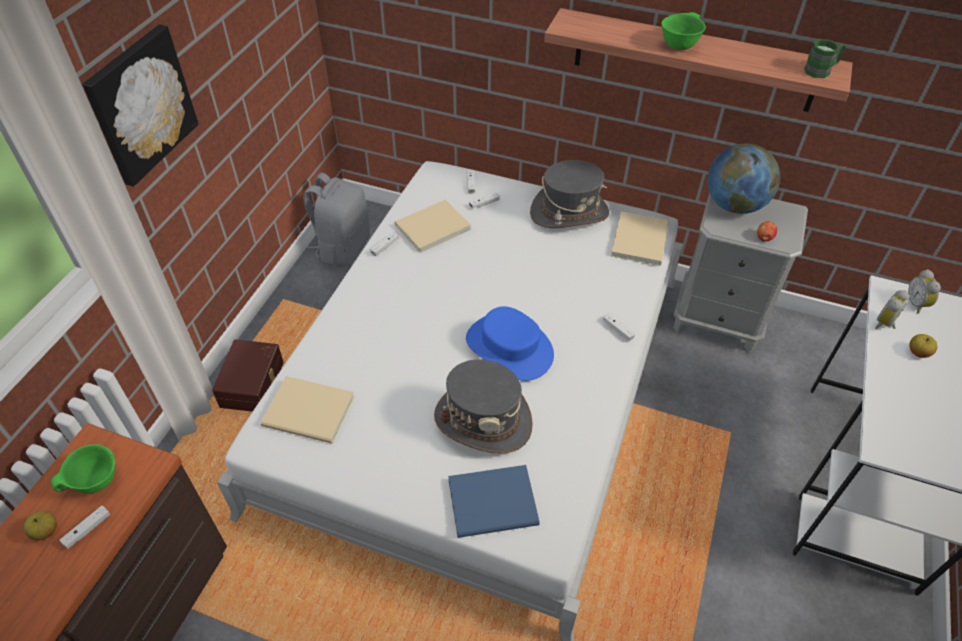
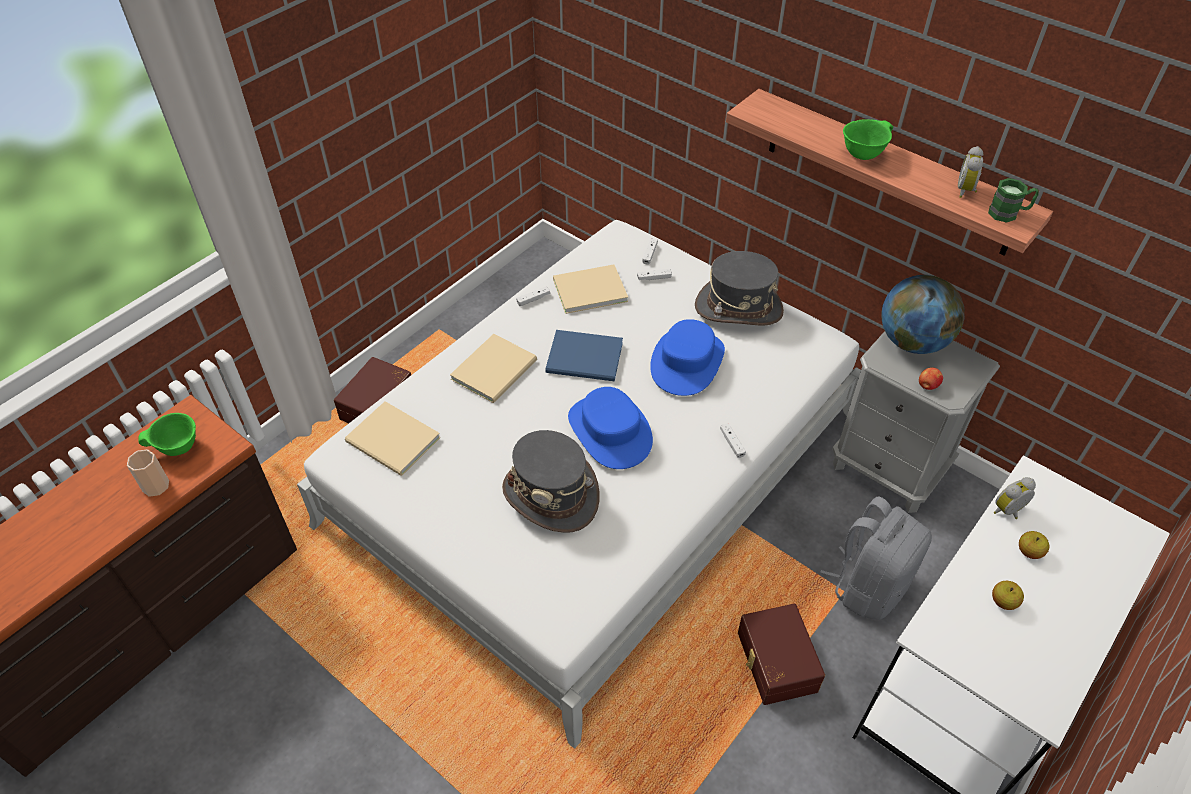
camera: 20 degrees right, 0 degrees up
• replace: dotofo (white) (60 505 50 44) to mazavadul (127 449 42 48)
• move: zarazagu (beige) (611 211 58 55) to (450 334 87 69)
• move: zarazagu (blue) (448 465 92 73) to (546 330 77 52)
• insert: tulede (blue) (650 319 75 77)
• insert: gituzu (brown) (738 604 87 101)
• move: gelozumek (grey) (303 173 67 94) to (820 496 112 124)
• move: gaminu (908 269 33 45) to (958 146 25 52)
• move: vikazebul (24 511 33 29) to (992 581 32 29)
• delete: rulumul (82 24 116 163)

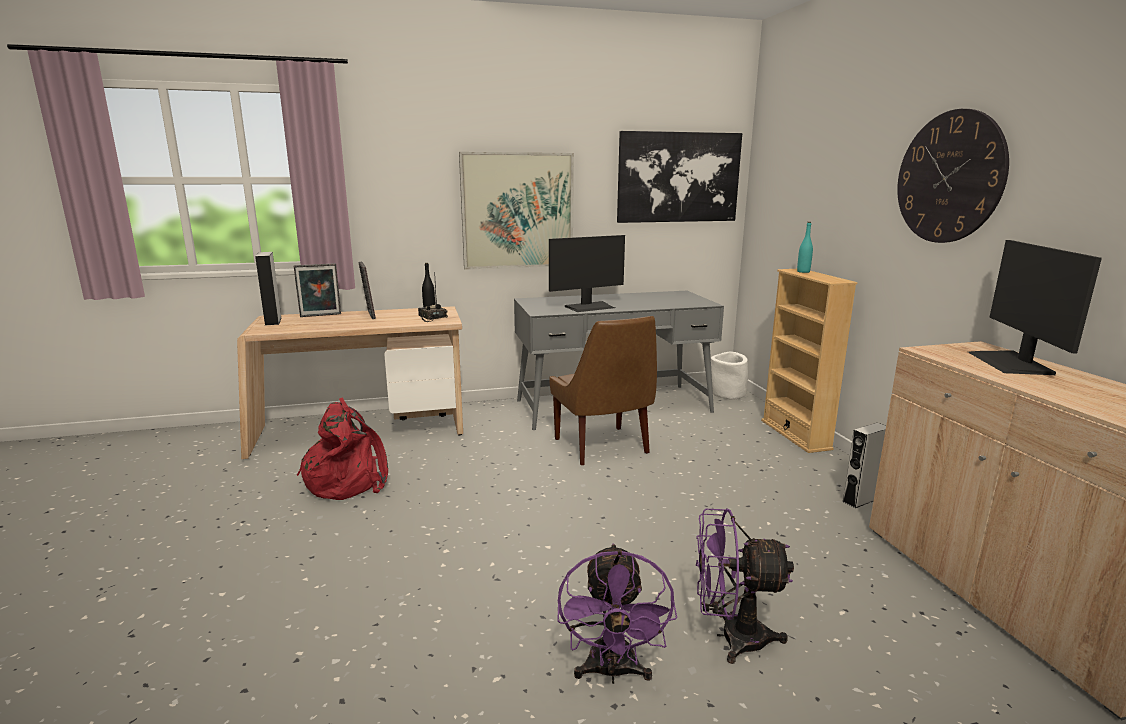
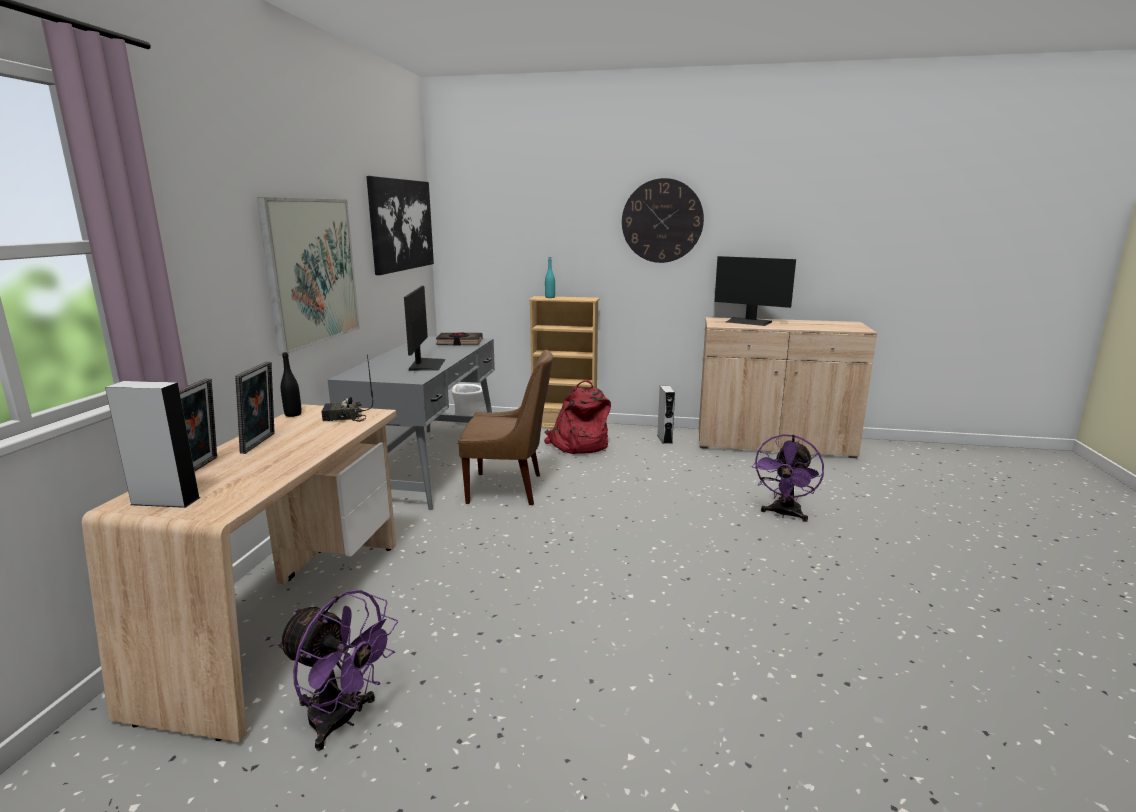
camera: 65 degrees left, 0 degrees up
• rotate: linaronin (358 262 18 57) = (235 361 40 93) 90 degrees counterclockwise
• move: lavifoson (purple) (557 543 120 141) to (277 590 121 161)
• insert: zarazagu (black) (436 332 47 14)
• move: gelozumek (red) (297 398 91 102) to (544 380 67 74)

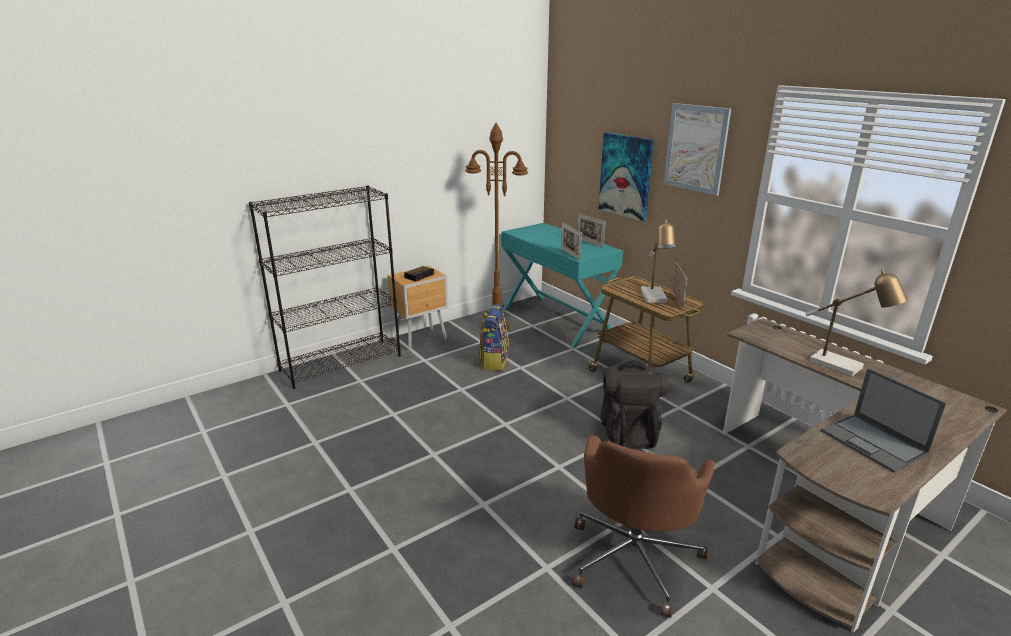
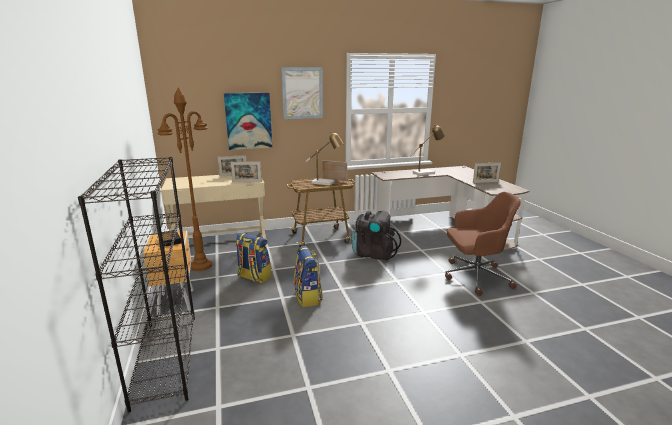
camera: 70 degrees left, 5 degrees down
• recolor: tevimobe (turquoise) (502 223 121 125) to tevimobe (beige) (161 175 106 73)
• insert: gelozumek (294 246 29 61)
• rotate: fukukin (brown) (573 435 142 183) = (445 192 76 104) 45 degrees counterclockwise
• replace: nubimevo (821 368 125 104) to linaronin (473 162 28 21)

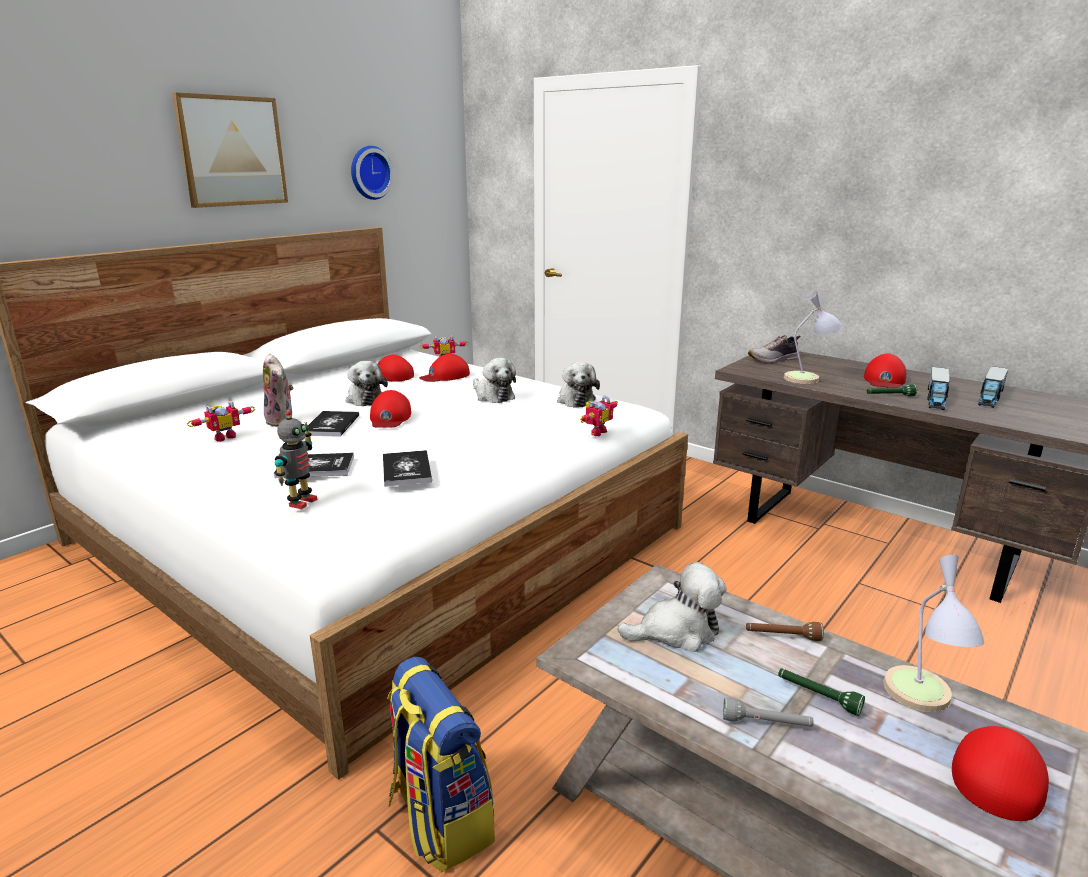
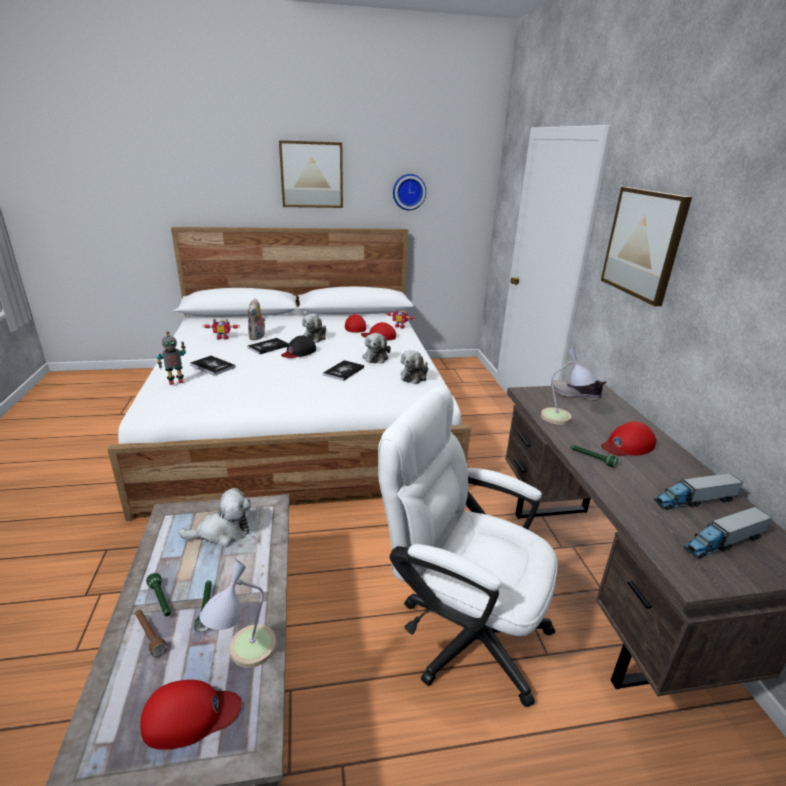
camera: 40 degrees right, 5 degrees up
• move: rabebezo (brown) (746 622 78 19) to (135 610 32 47)
• recolor: rabebezo (grey) (723 698 90 29) to rabebezo (green) (146 573 25 43)
• rotate: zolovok (618 562 109 90) = (178 488 73 59) 45 degrees counterclockwise
• recolor: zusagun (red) (370 390 41 38) to zusagun (black) (281 336 35 22)
• move: zarazagu (383 450 49 37) to (323 360 41 21)
• insert: fukukin (white) (378 386 180 321)
• insert: rulumul (601 187 91 119)
• move: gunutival (927 367 23 43) to (683 506 90 53)
• delete: gelozumek (387 657 108 215)
• delete: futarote (580 396 38 40)

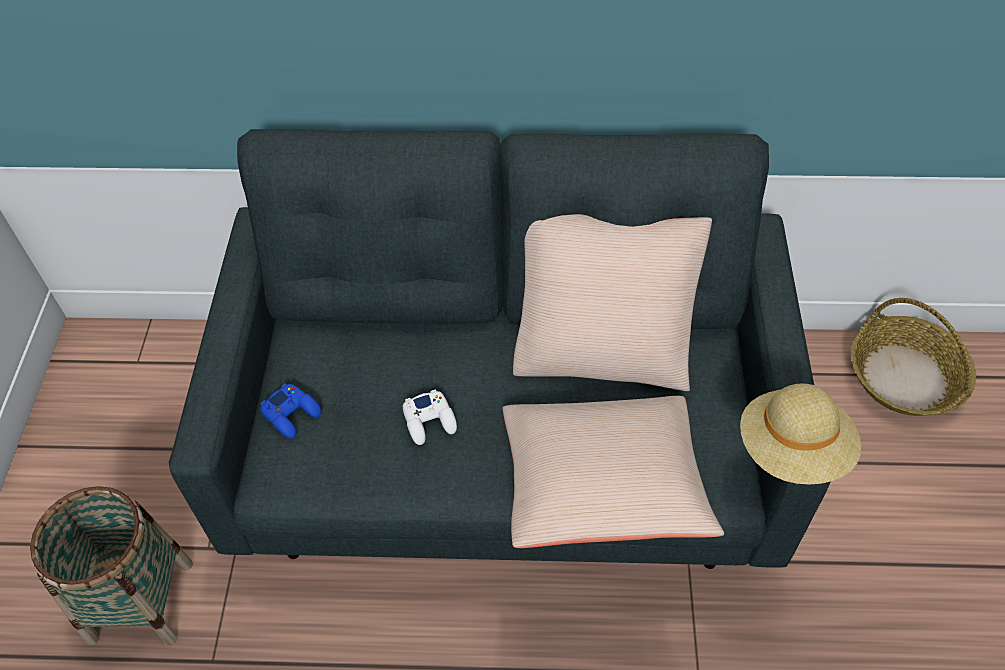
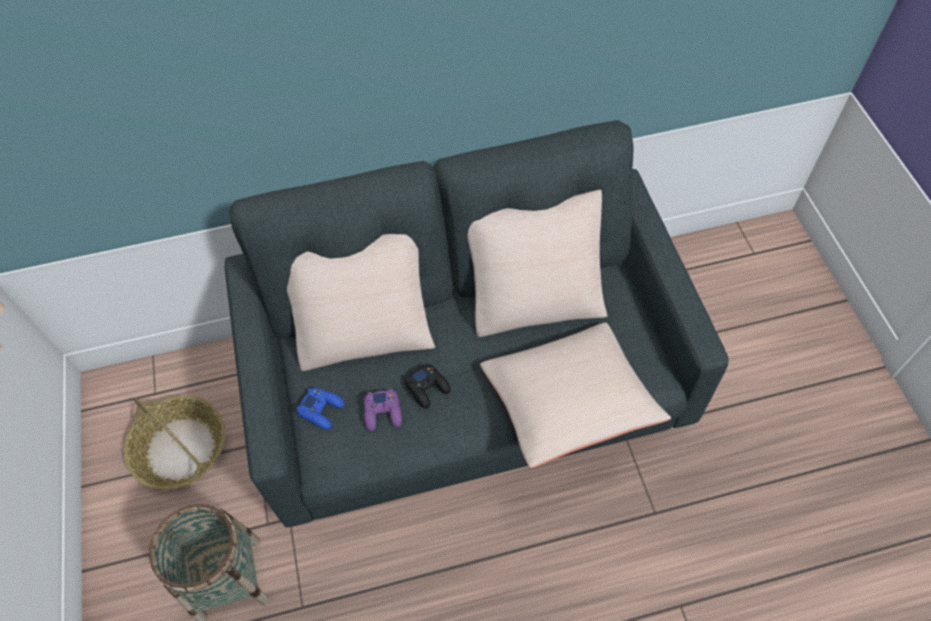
camera: 15 degrees left, 5 degrees up
• move: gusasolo (851 298 125 118) to (124 396 101 94)
• insert: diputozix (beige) (287 234 148 137)
• insert: dotofo (purple) (364 389 38 42)
• recolor: dotofo (white) (403 389 54 56) to dotofo (black) (405 363 46 45)
• delete: tulede (beige) (740 383 121 102)

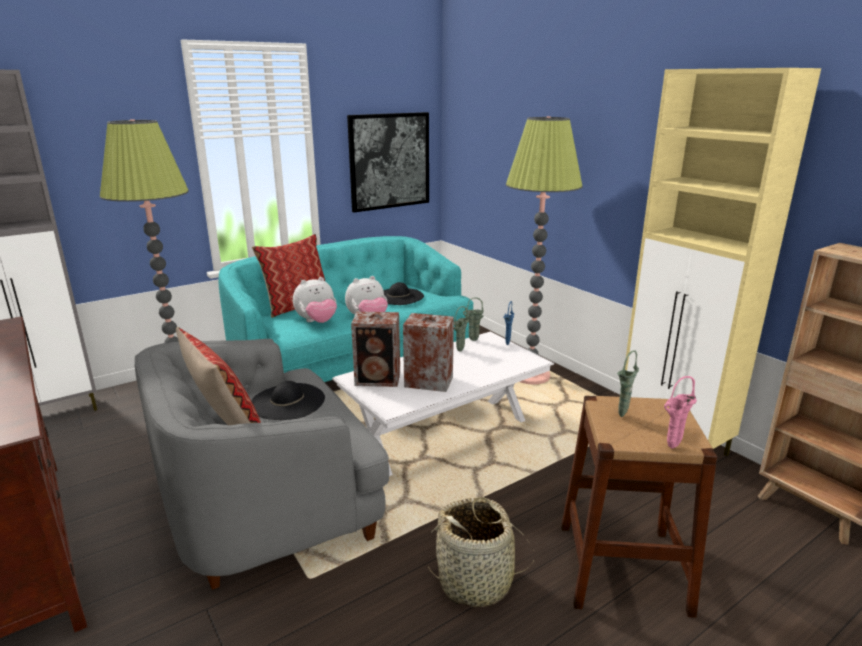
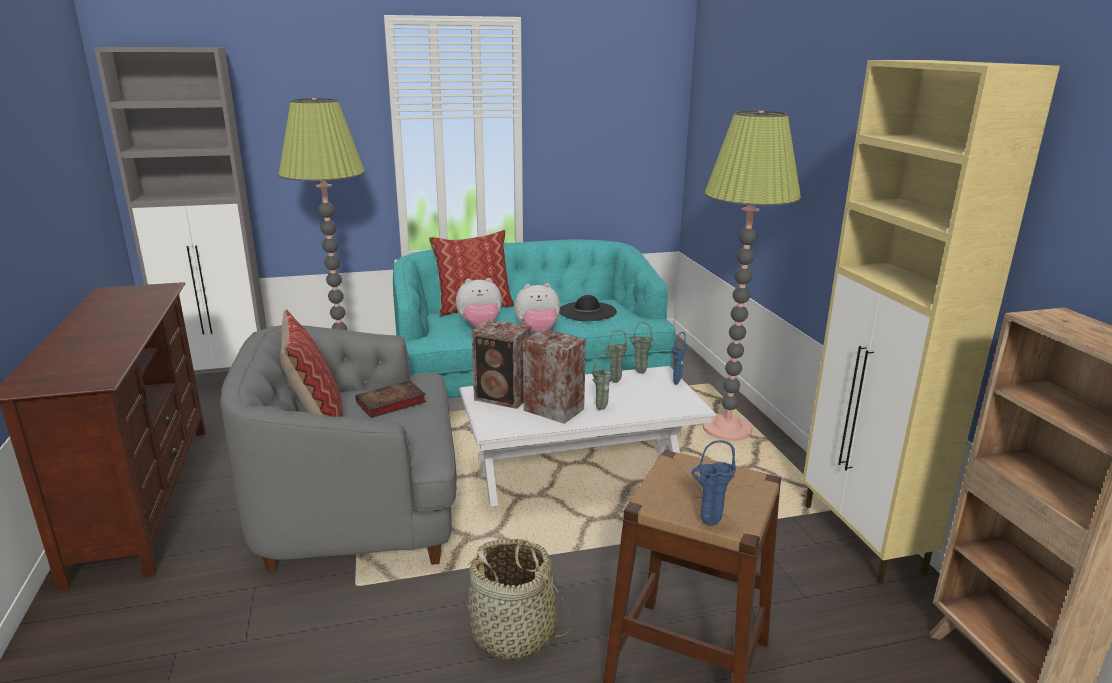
camera: 20 degrees right, 0 degrees up
• replace: tulede (black) (252 381 73 39) to zarazagu (355 380 72 38)
• move: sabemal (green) (617 350 22 67) to (592 355 25 55)
• recolor: sabemal (pink) (664 376 33 72) to sabemal (blue) (691 440 45 86)
• delete: rulumul (347 112 82 100)

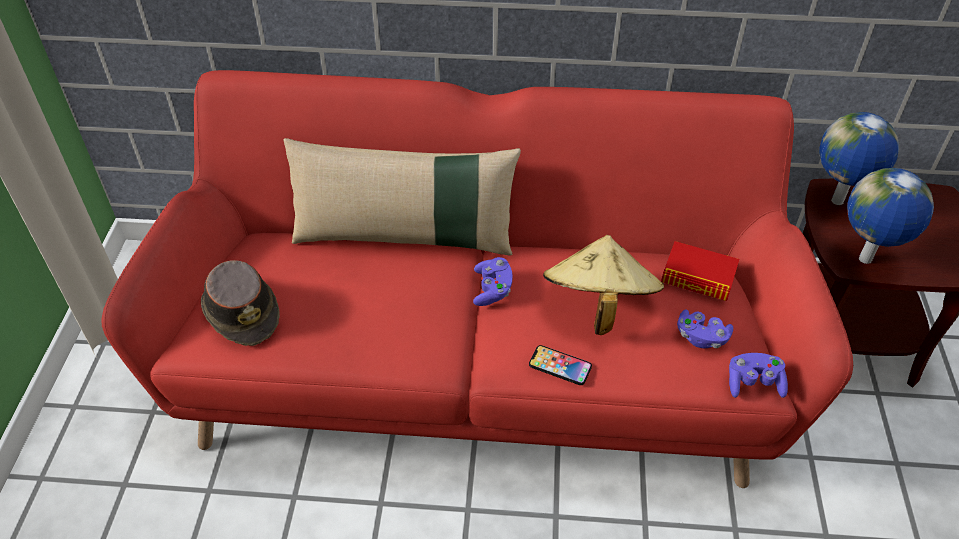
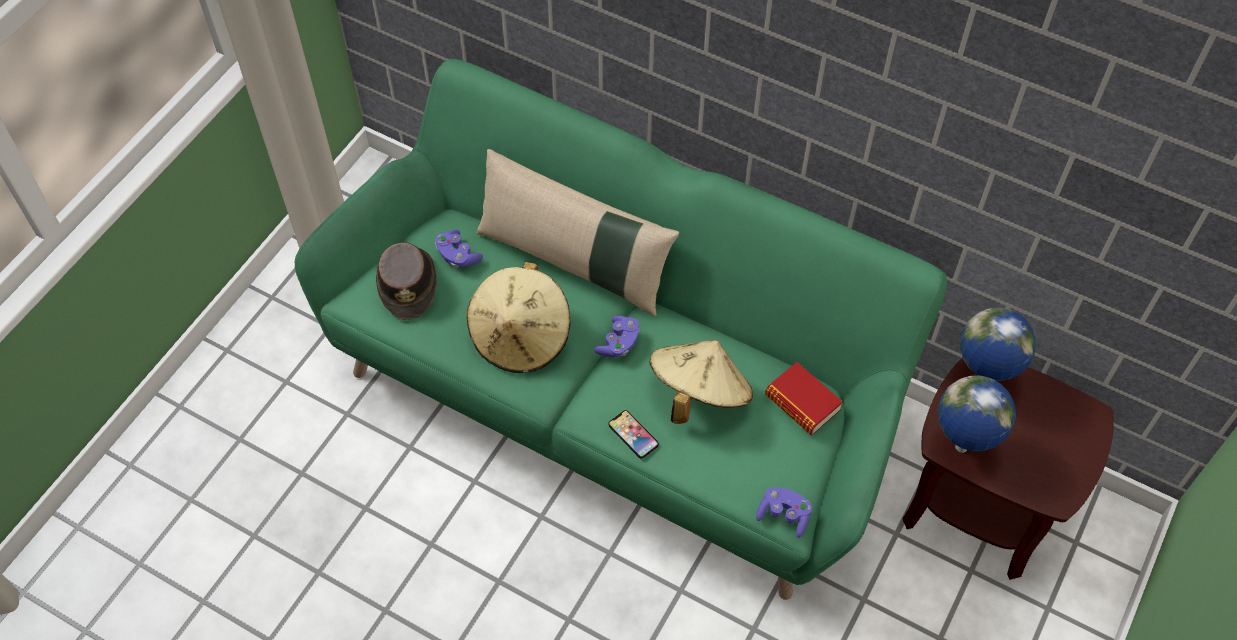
camera: 25 degrees right, 10 degrees up
• recolor: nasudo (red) (102 70 751 418) to nasudo (green) (295 59 652 541)
• move: dotofo (purple) (677 310 56 38) to (435 230 48 38)
• insert: tulede (beige) (467 262 103 111)

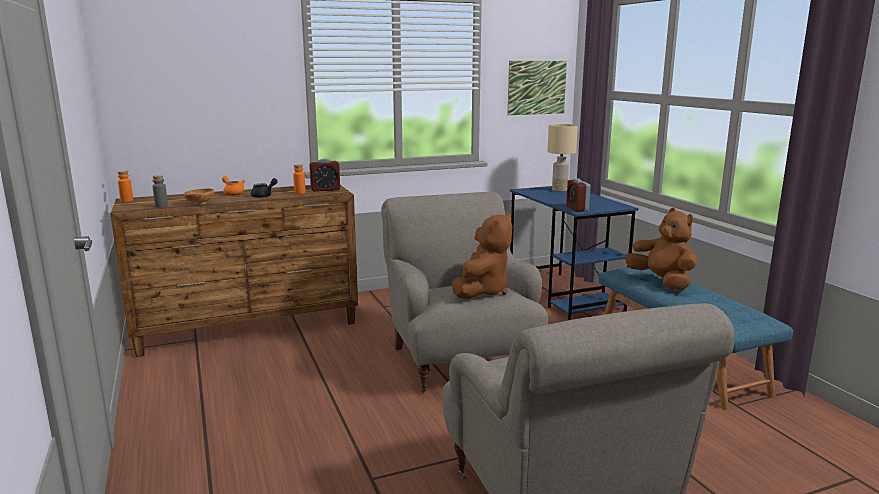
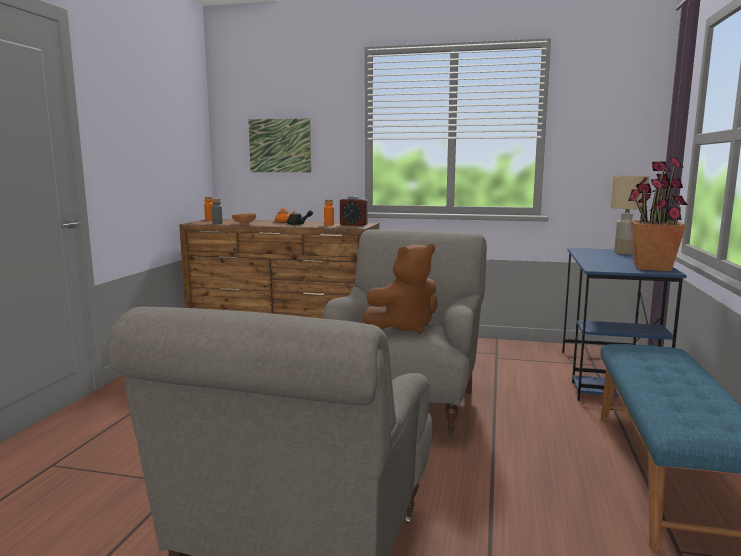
camera: 35 degrees right, 5 degrees down
• move: rulumul (507 61 60 54) to (248 118 63 54)
• insert: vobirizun (628 158 60 113)
• delete: gaminu (566 179 25 33)
• delete: zolovok (brown) (625 208 72 82)

